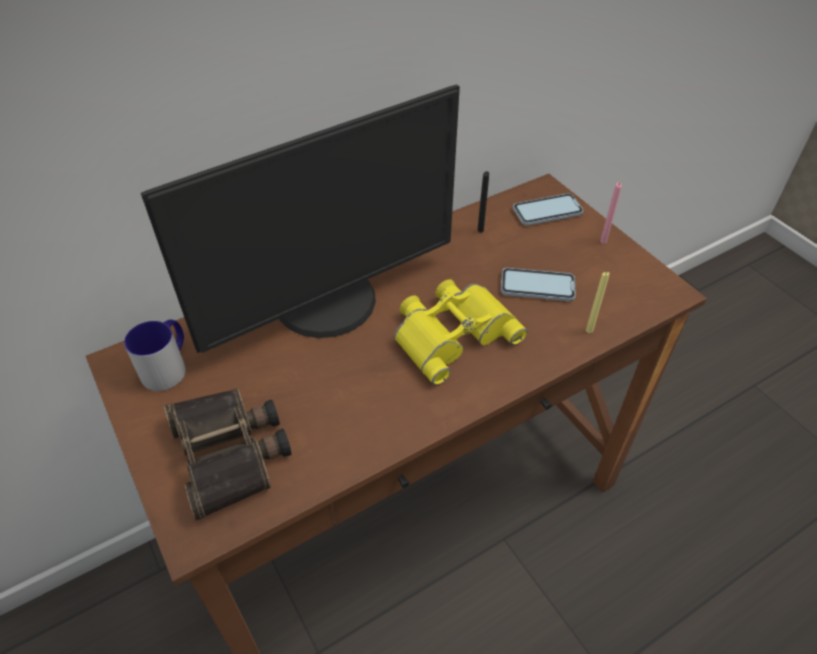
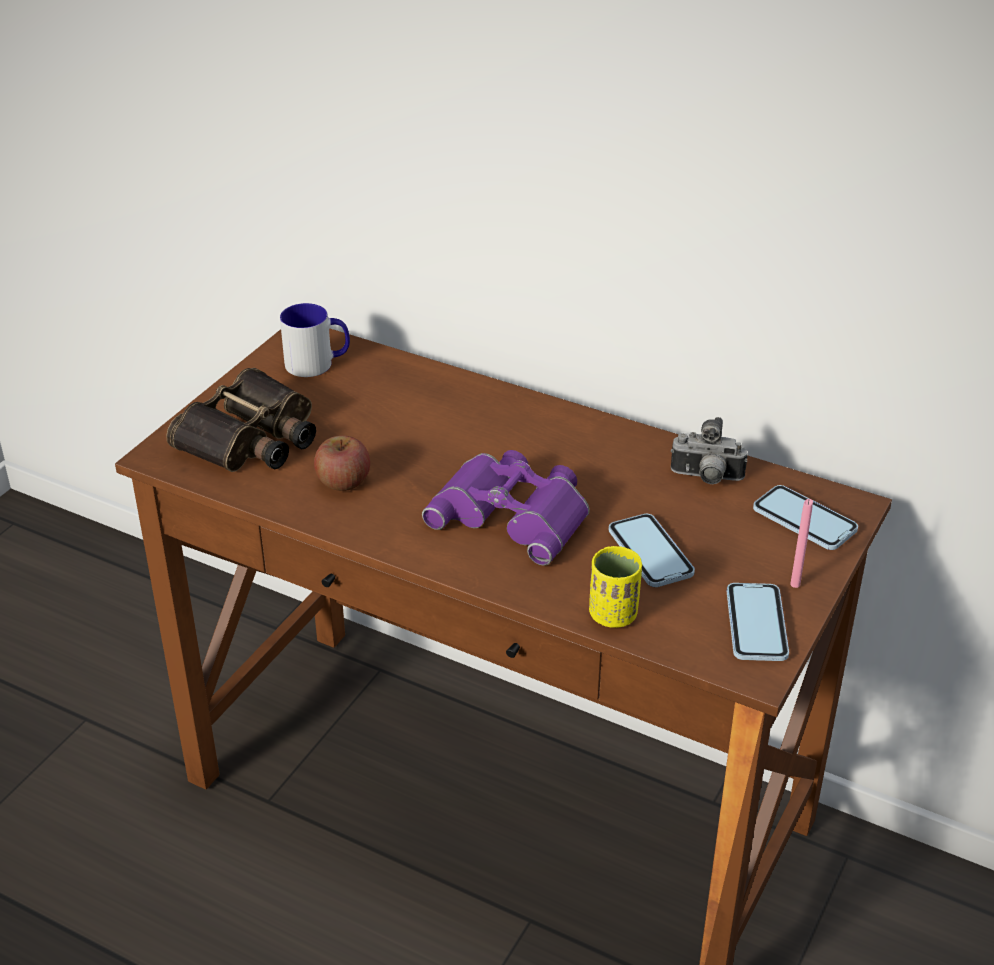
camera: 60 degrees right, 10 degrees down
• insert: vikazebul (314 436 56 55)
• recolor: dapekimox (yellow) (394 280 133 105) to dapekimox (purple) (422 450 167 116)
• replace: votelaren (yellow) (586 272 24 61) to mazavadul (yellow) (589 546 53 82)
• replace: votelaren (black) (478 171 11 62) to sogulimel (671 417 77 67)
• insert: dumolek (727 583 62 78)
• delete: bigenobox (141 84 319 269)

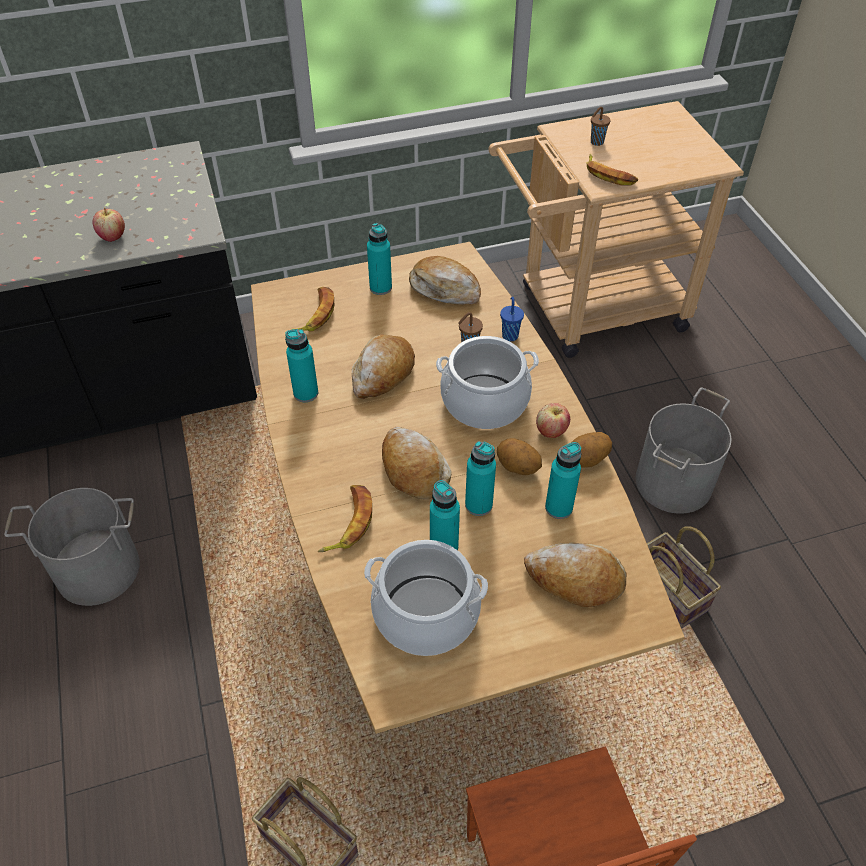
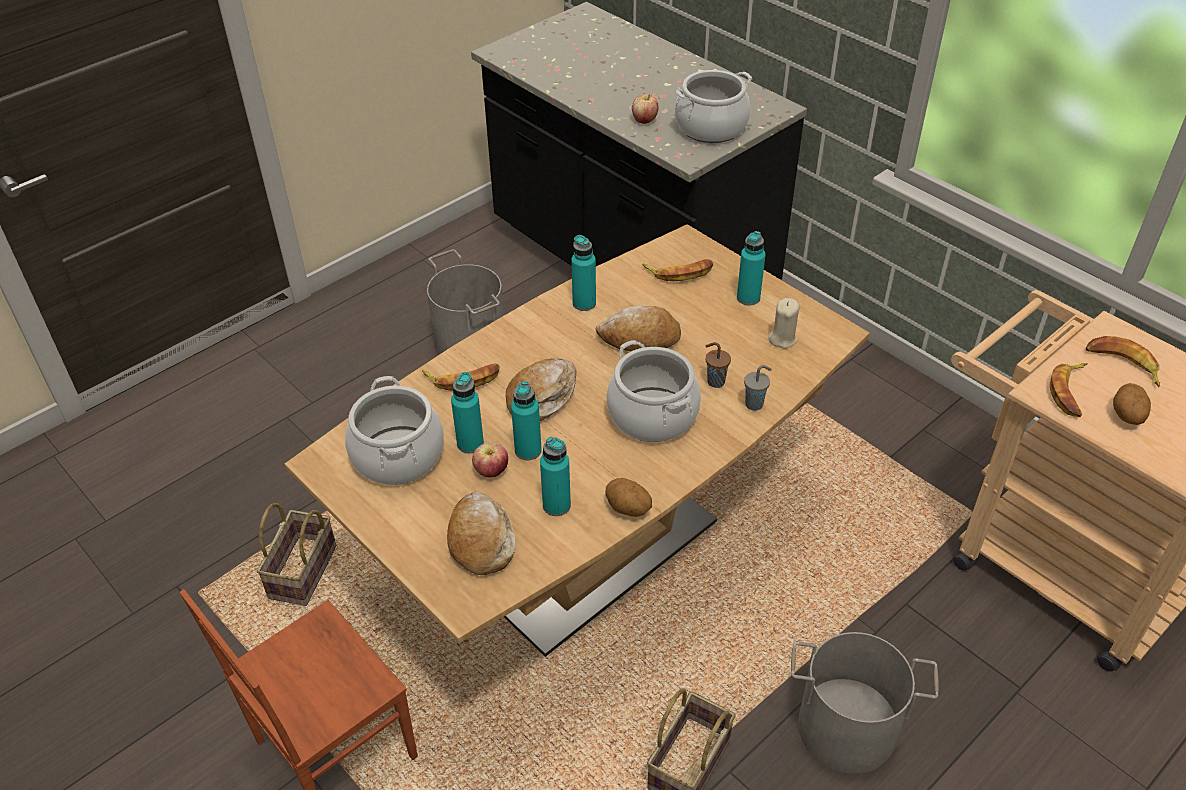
camera: 65 degrees right, 5 degrees down
• move: vikazebul (536 403 34 35) to (472 442 36 36)
• insert: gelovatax (675 70 77 73)
• recolor: mazavadul (blue) (500 297 24 45) to mazavadul (grey) (744 365 28 46)
• replace: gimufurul (409 256 72 49) to votelaren (beige) (769 298 30 51)
• replace: mazavadul (brown) (591 107 19 39) to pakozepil (1086 336 74 51)
• move: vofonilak (497 438 45 37) to (1113 383 38 42)

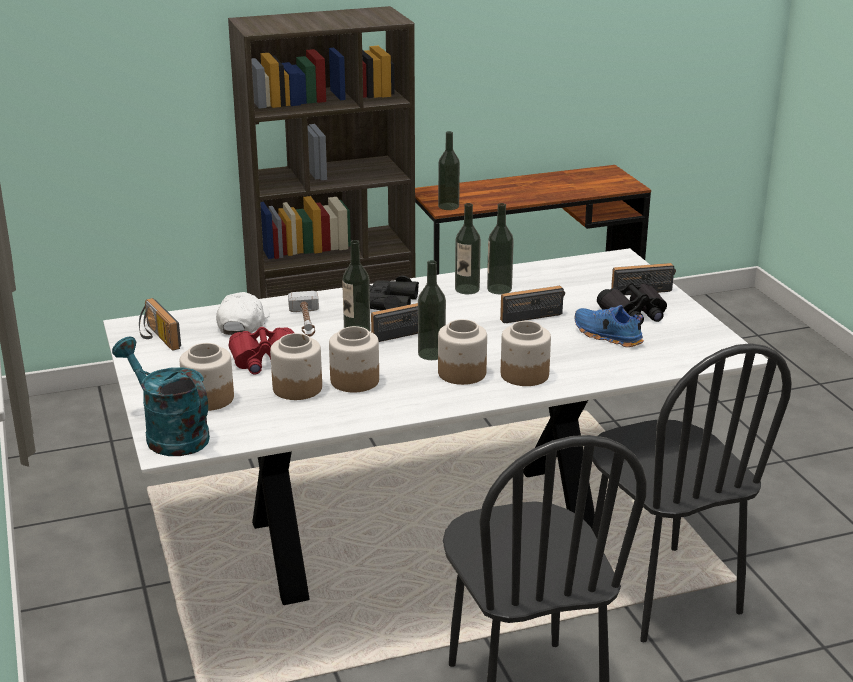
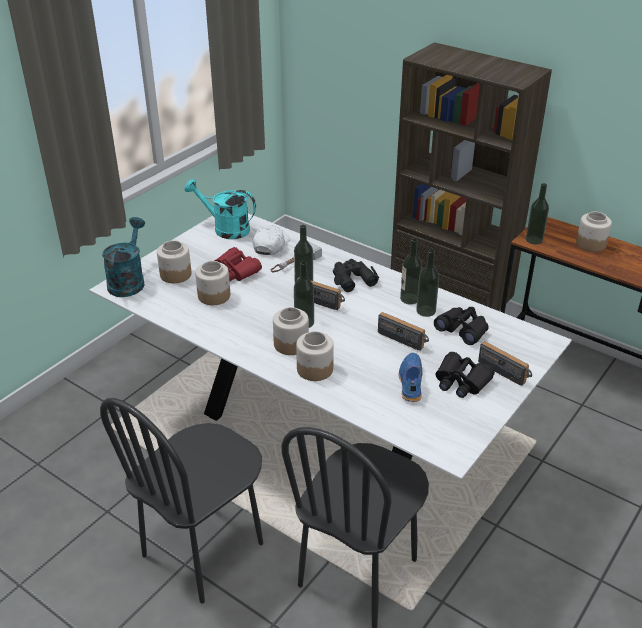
camera: 55 degrees right, 10 degrees up
• replace: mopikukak (139 298 42 53) to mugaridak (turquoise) (185 179 71 60)
• rotate: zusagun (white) (216 292 54 43) = (253 225 37 30) 45 degrees counterclockwise
• insert: dapekimox (black) (434 307 54 38)
• move: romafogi (329 326 50 66) to (576 212 36 40)

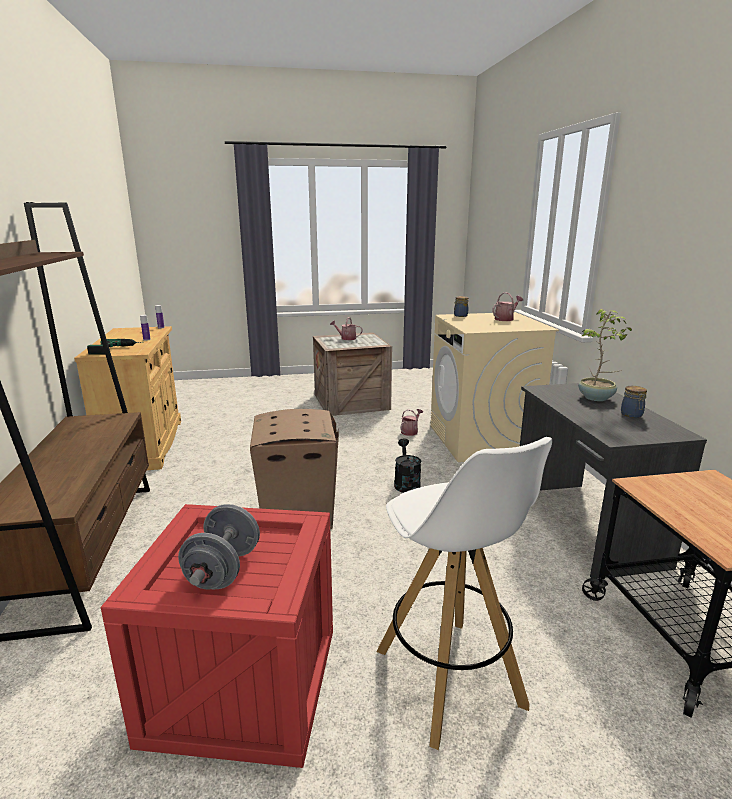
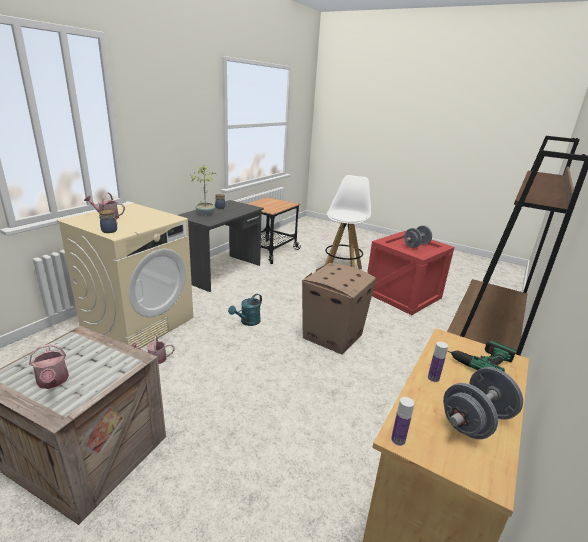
camera: 140 degrees left, 5 degrees up
• recolor: mugaridak (black) (394 438 28 55) to mugaridak (turquoise) (228 294 34 32)
• insert: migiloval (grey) (443 367 80 72)

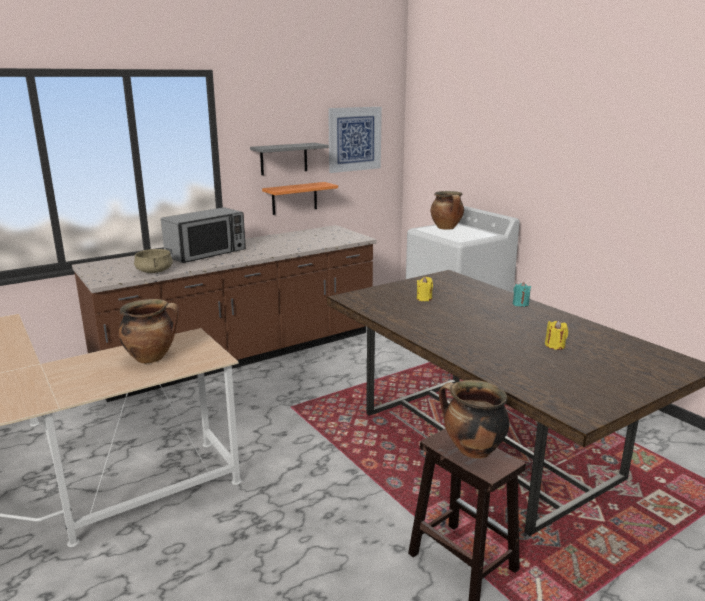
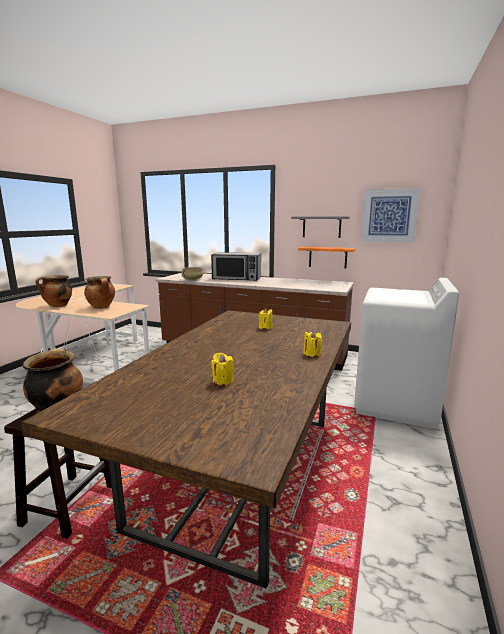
camera: 55 degrees right, 5 degrees down
• move: gelovatax (431 191 33 39) to (36 275 36 32)
• recolor: votelaren (turquoise) (513 282 18 25) to votelaren (yellow) (303 331 19 26)

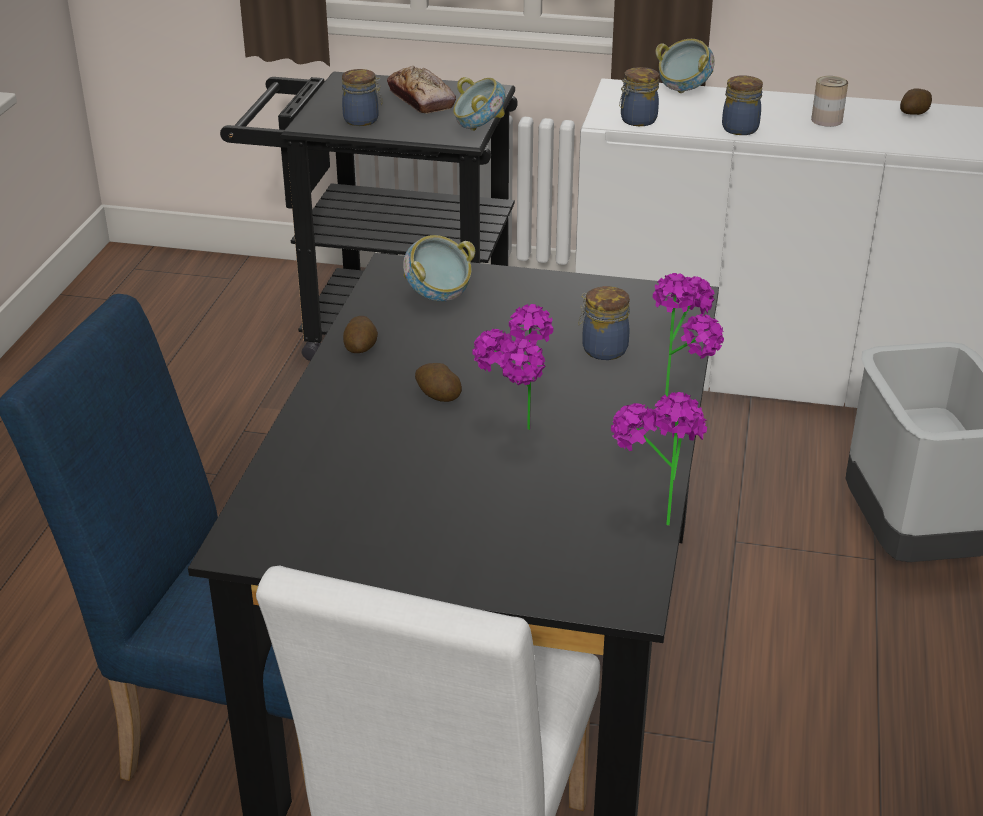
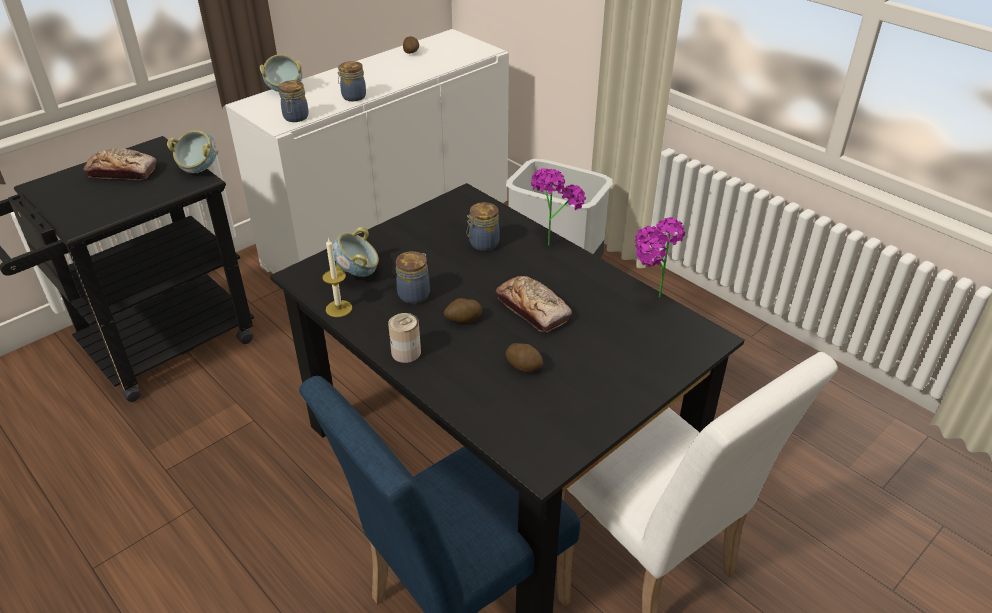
camera: 55 degrees left, 5 degrees up
• insert: votelaren (322 238 30 79)
• move: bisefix (811 76 37 51) to (388 313 33 50)
• move: romafogi (342 69 40 57) to (396 251 34 53)
• replace: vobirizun (472 304 81 126) to gimufurul (496 276 76 56)
• move: vofonilak (343 316 35 37) to (506 343 37 29)

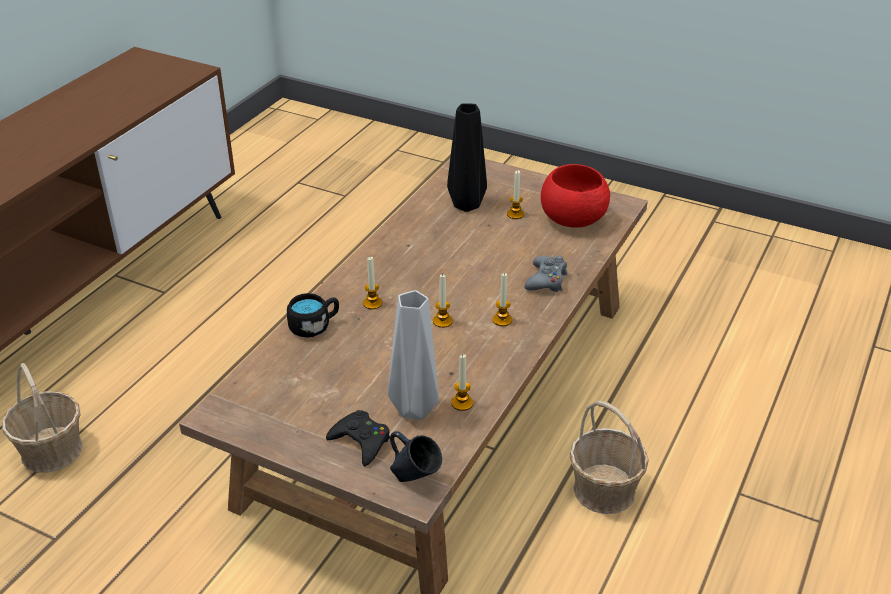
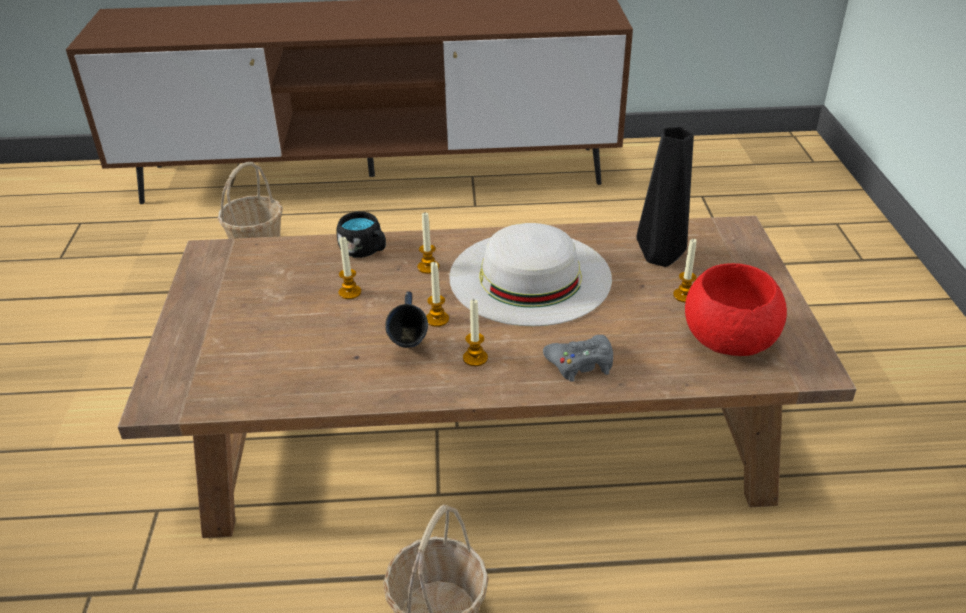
camera: 60 degrees right, 0 degrees up
• move: votelaren (451 354 22 57) to (339 236 22 63)
• move: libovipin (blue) (390 431 52 51) to (385 291 43 57)
• insert: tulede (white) (449 223 163 103)
• delete: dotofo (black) (326 410 64 56)
• delete: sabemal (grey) (388 290 51 130)

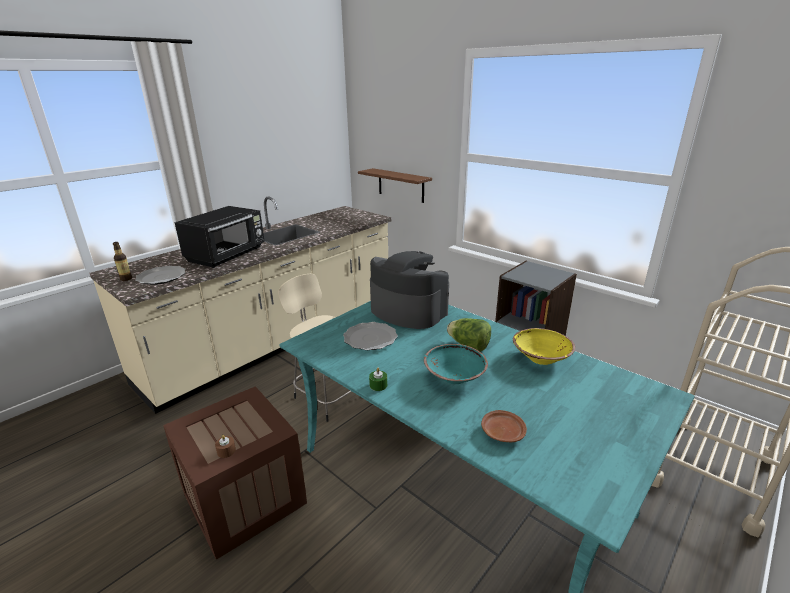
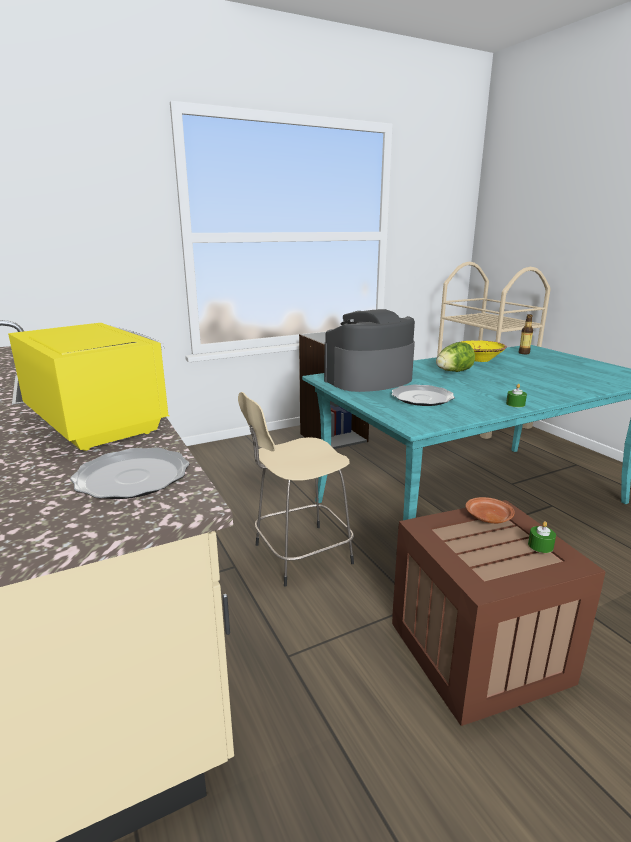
camera: 70 degrees left, 5 degrees down
• recolor: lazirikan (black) (174 206 91 62) to lazirikan (yellow) (8 323 161 128)
• move: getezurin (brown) (481 410 46 32) to (465 497 50 27)
• move: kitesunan (113 242 19 39) to (519 314 14 40)
• recolor: votelaren (brown) (215 435 21 23) to votelaren (green) (528 521 28 32)
• delete: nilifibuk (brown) (358 168 74 35)
• delete: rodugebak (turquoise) (424 344 64 40)

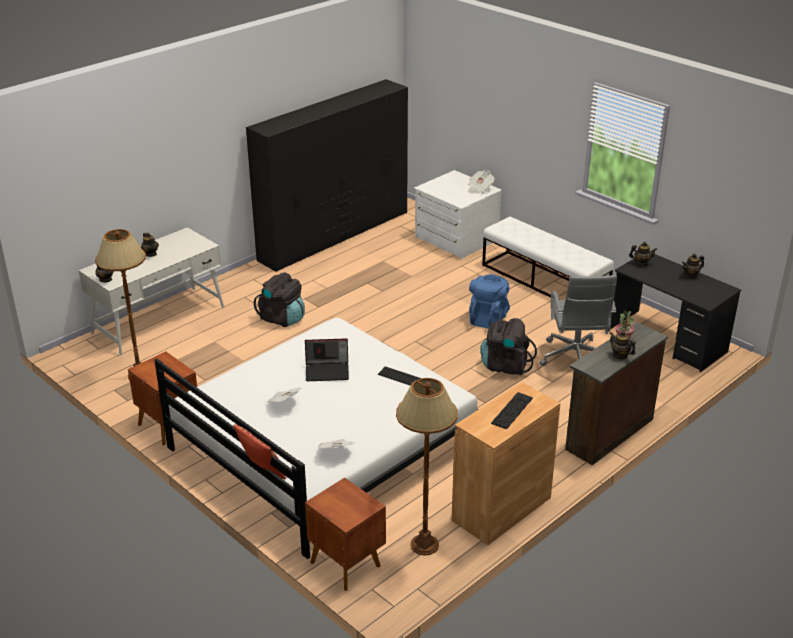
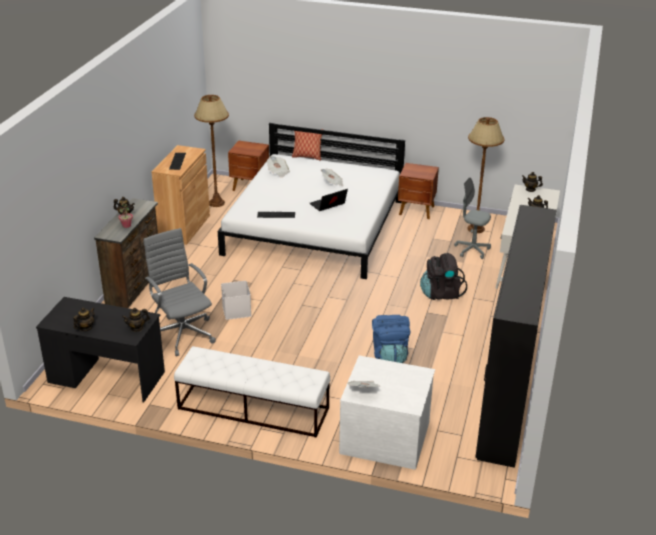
camera: 150 degrees right, 0 degrees up
• replace: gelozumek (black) (480 318 57 57) to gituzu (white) (221 281 31 39)
• move: gelozumek (blue) (469 274 41 55) to (372 315 39 48)
• insert: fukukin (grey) (454 177 37 82)

